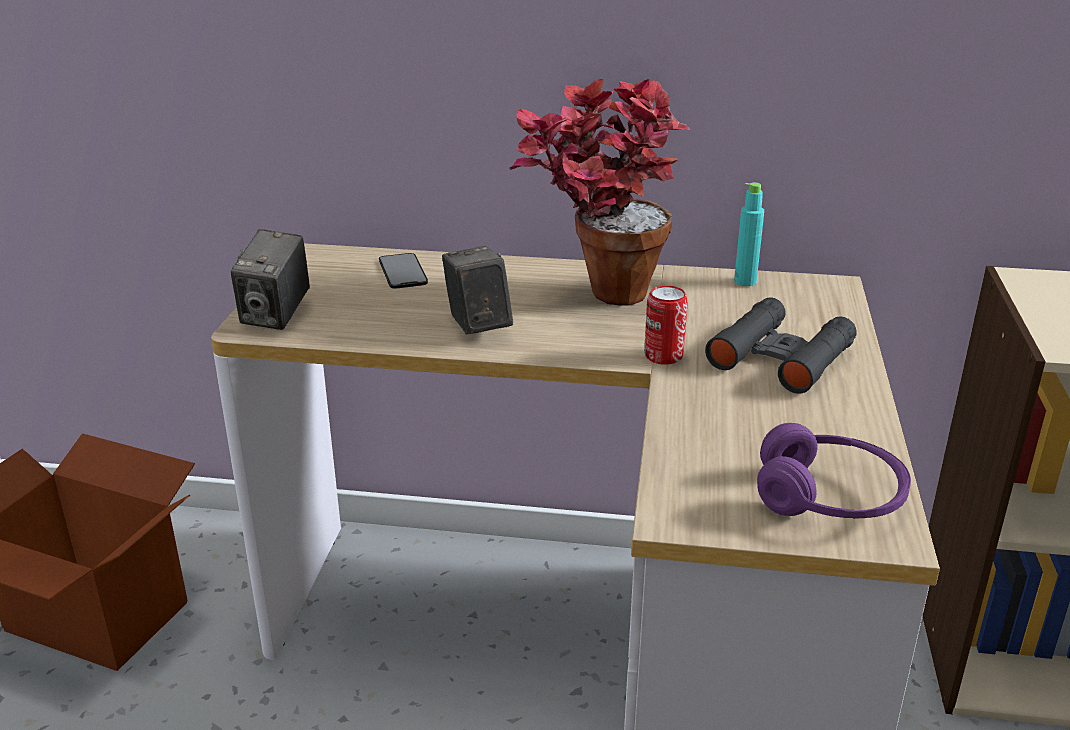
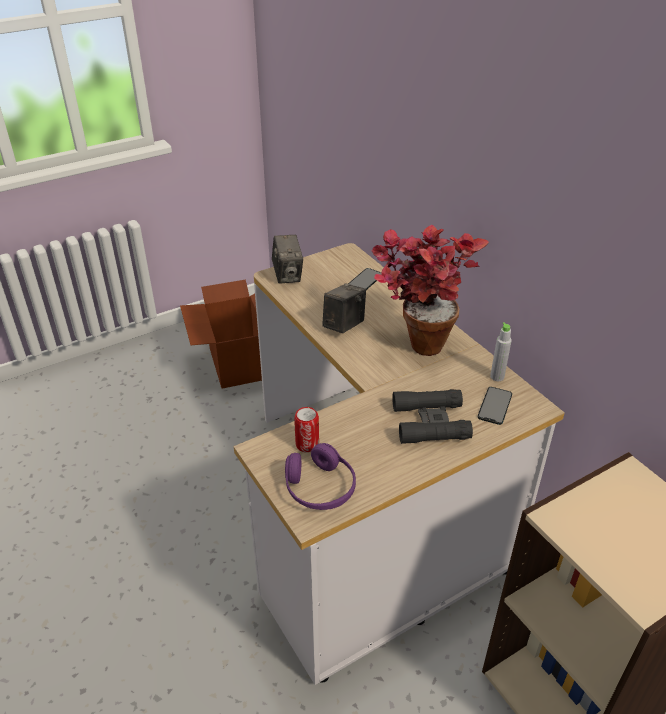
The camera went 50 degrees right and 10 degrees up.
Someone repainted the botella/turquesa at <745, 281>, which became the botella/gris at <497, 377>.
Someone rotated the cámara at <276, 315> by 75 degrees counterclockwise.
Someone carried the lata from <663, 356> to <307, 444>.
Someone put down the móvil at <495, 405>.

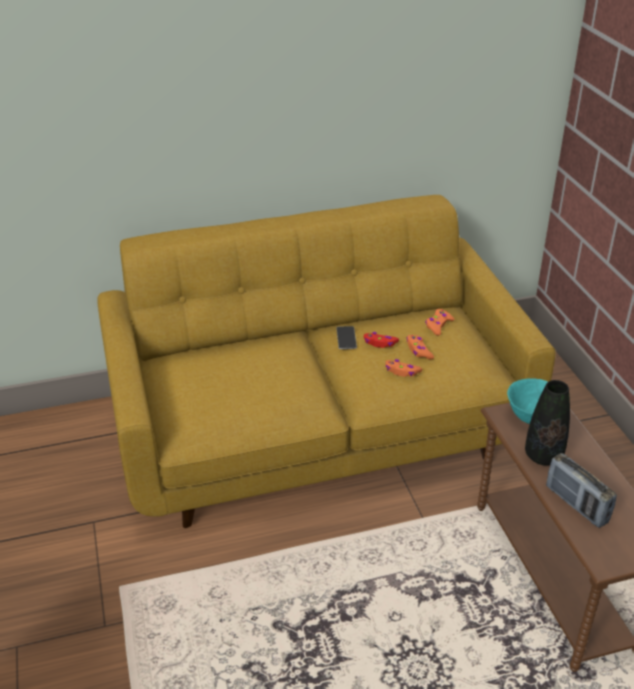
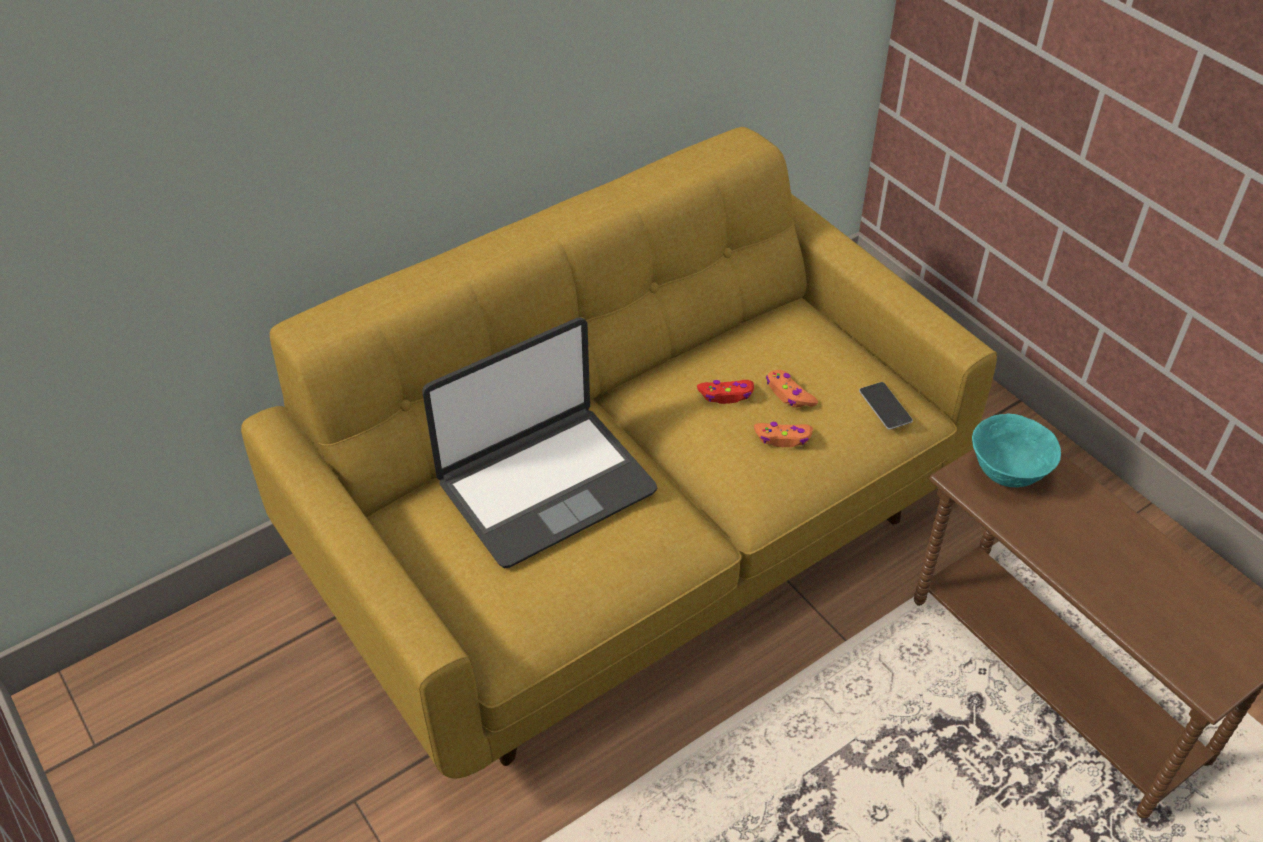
The camera went 20 degrees left and 10 degrees up.
Someone took away the mando de consola/naranja at <438, 325>.
Someone carried the móvil from <346, 338> to <885, 406>.
Someone took away the florero/negro at <543, 456>.
Someone took away the radio at <576, 504>.
Someone put down the portátil at <545, 485>.

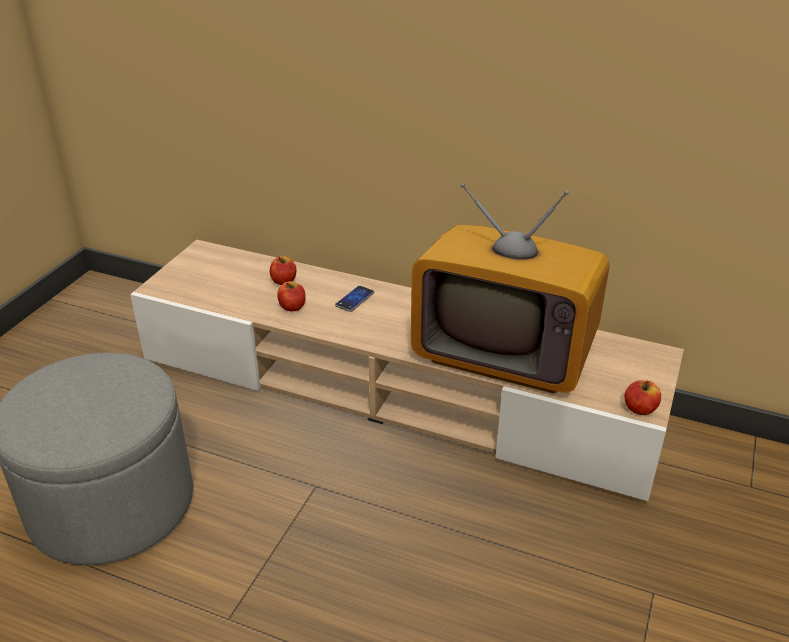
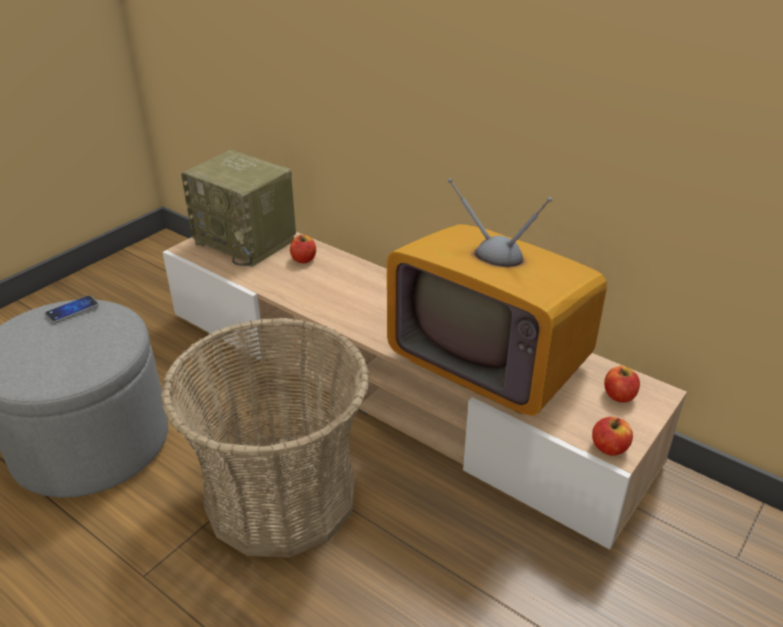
The camera went 15 degrees right and 0 degrees up.
Someone carried the manzana from <292, 307> to <619, 396>.
Someone carried the móvil from <355, 299> to <72, 310>.
Someone put down the radio at <247, 241>.
Someone put down the cesta at <281, 496>.

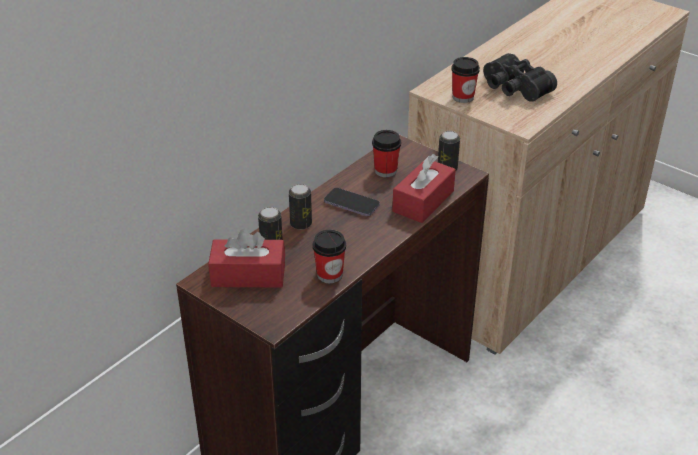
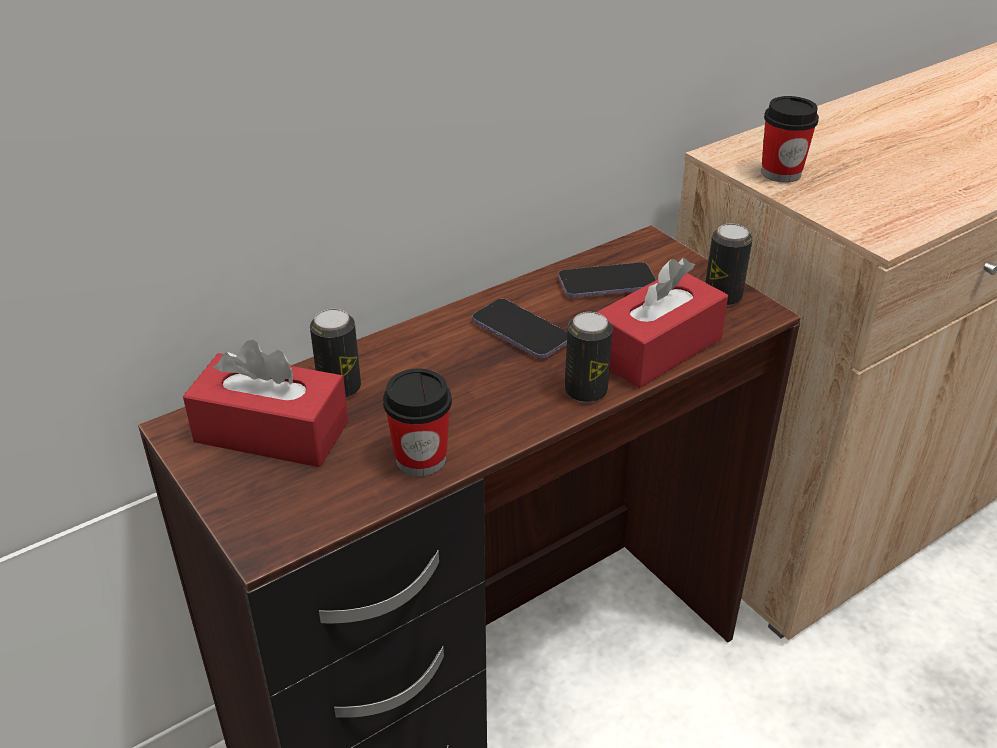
The camera went 15 degrees right and 0 degrees up.
Someone took away the prismáticos/negro at <513, 89>.
Someone swapped the taza at <385, 171> for the móvil at <607, 284>.
Someone carried the lata from <301, 224> to <586, 391>.

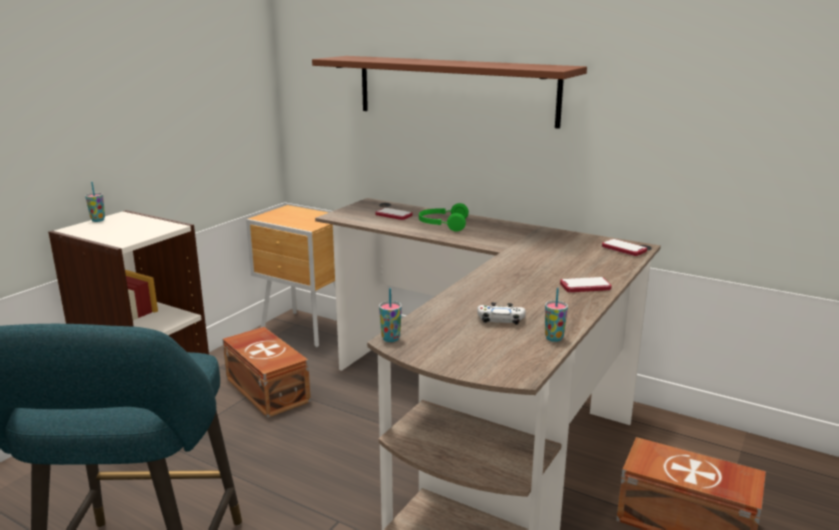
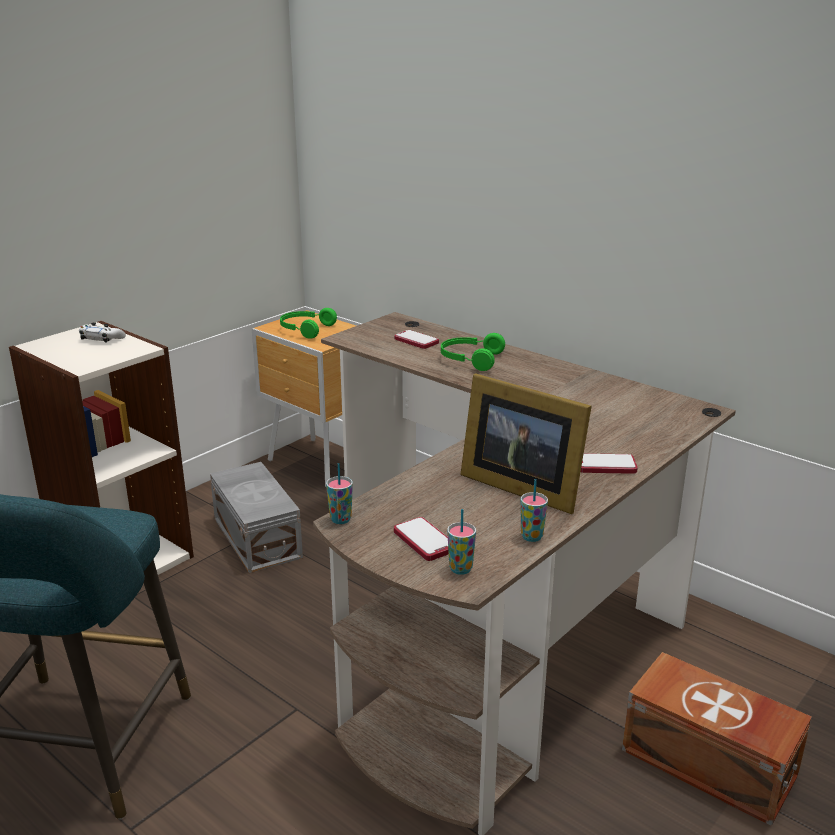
The camera went 10 degrees right and 5 degrees up.
Someone took away the estante/marrón at <455, 90>.
Someone carried the taza from <98, 220> to <460, 569>.
Someone carried the móvil from <624, 249> to <424, 541>.
Someone carried the mando de consola/blanco from <500, 320> to <101, 339>.
Someone repainted the caja de almacenaje/marrón at <268, 389>, which became the caja de almacenaje/gris at <258, 536>.
Someone put down the auriculares/verde at <305, 329>.
Someone put down the portarretratos at <519, 485>.

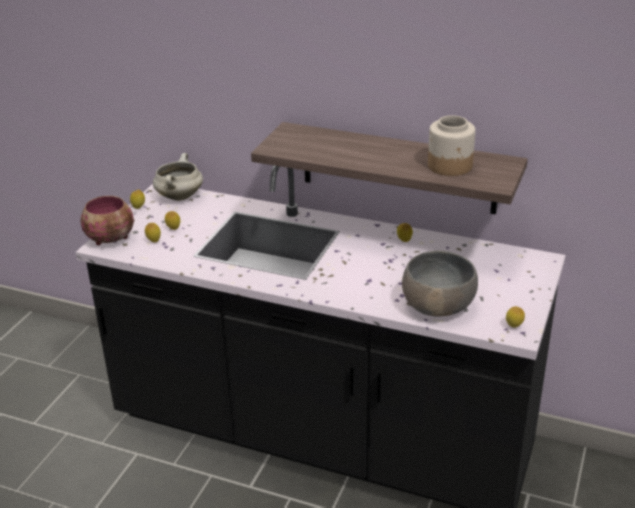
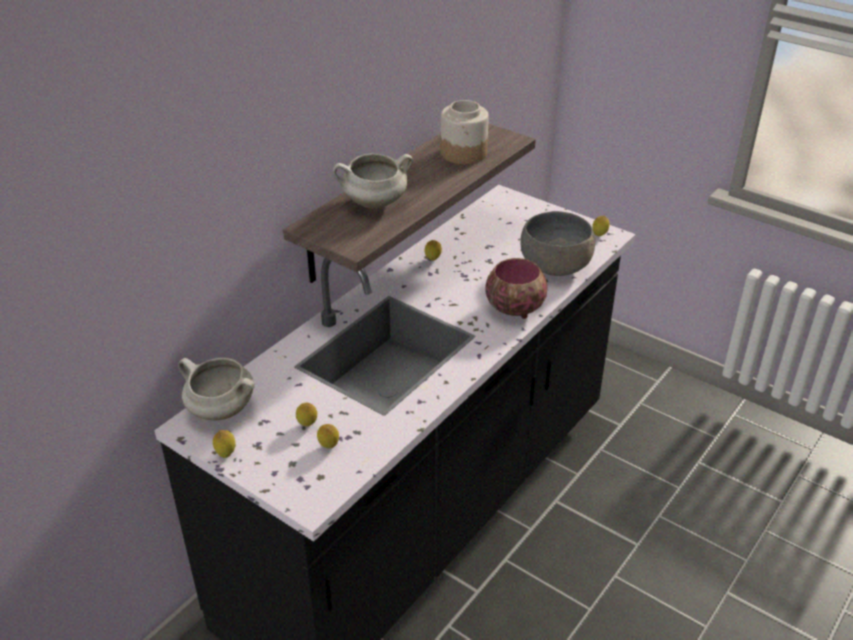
The camera went 75 degrees left and 5 degrees up.
Someone carried the cuenco from <112, 239> to <514, 308>.
Someone put down the olla/blanco at <374, 204>.

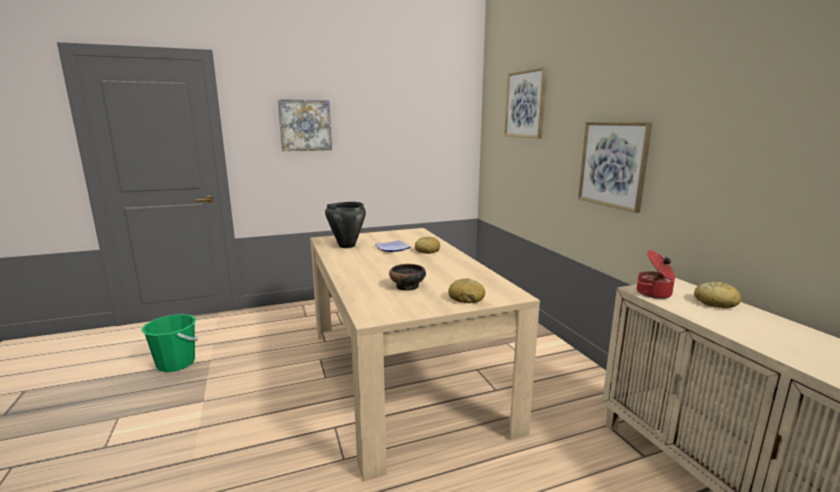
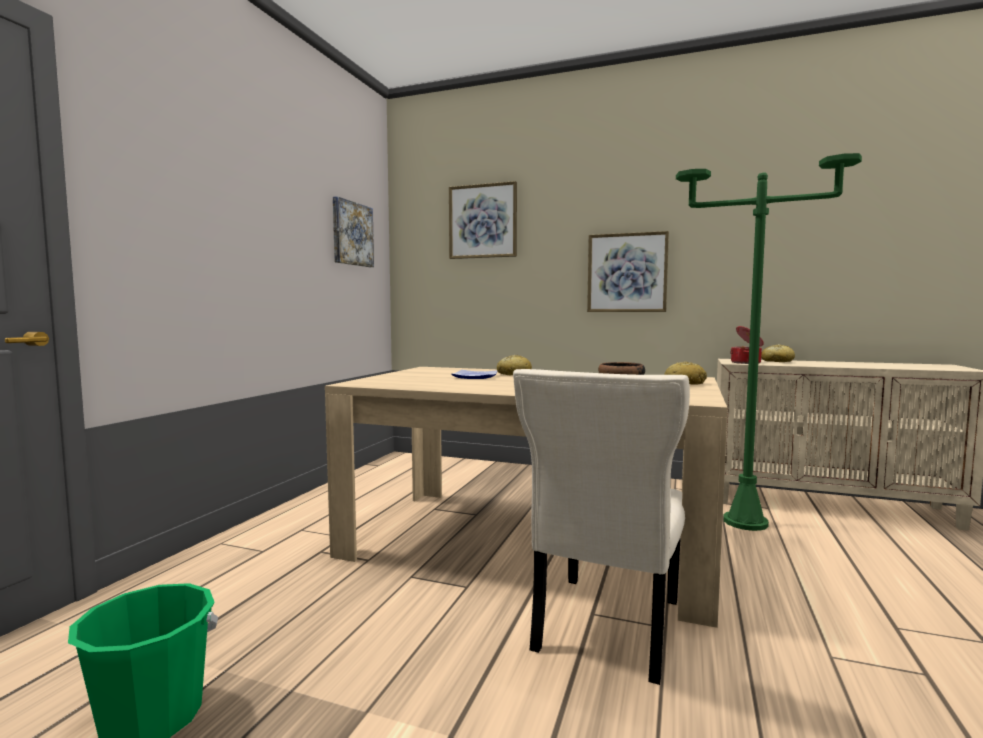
The camera went 50 degrees left and 10 degrees down.
Someone carried the cuadro from <305, 125> to <352, 234>.
Someone took away the olla/negro at <346, 246>.
Someone put down the lámpara de pie/verde at <745, 522>.
Someone put down the silla/beis at <605, 628>.

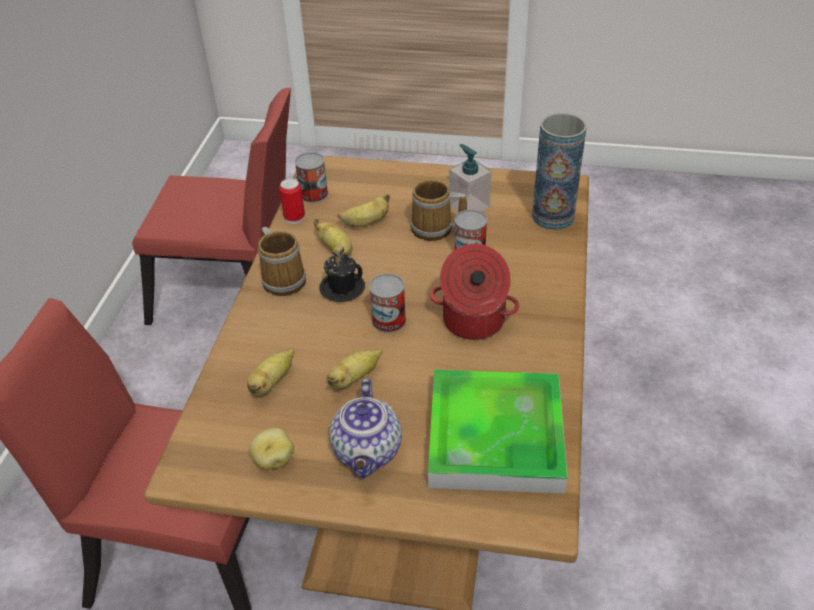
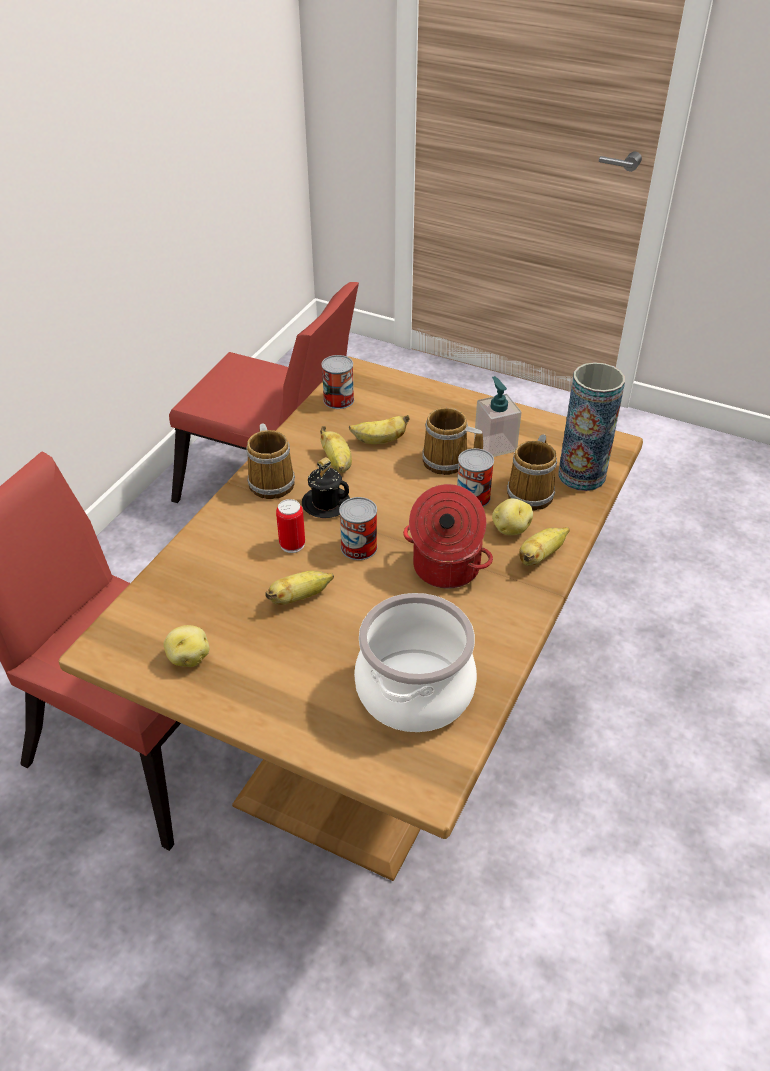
The camera went 15 degrees right and 0 degrees up.
Someone carried the lata from <294, 217> to <292, 544>.
Someone carried the plátano from <272, 382> to <540, 556>.
Someone swapped the bandeja at <495, 436> for the olla at <416, 691>.
Someone took away the tetera at <368, 452>.
Someone put down the taza grande at <532, 493>.
Someone put down the patata at <510, 529>.

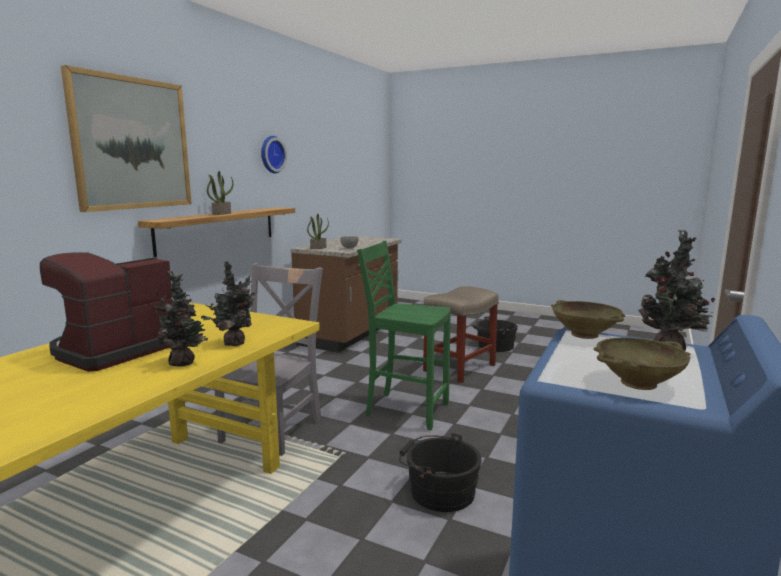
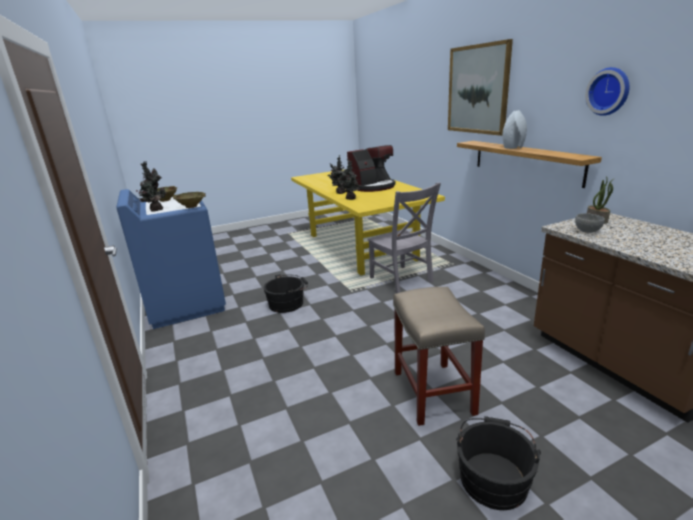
The camera went 130 degrees right and 10 degrees up.
Someone swapped the planta en maceta at <221, 213> for the florero/gris at <513, 147>.
Someone took away the silla/verde at <405, 409>.
Someone rotated the cafetera at <114, 350> by 75 degrees clockwise.

